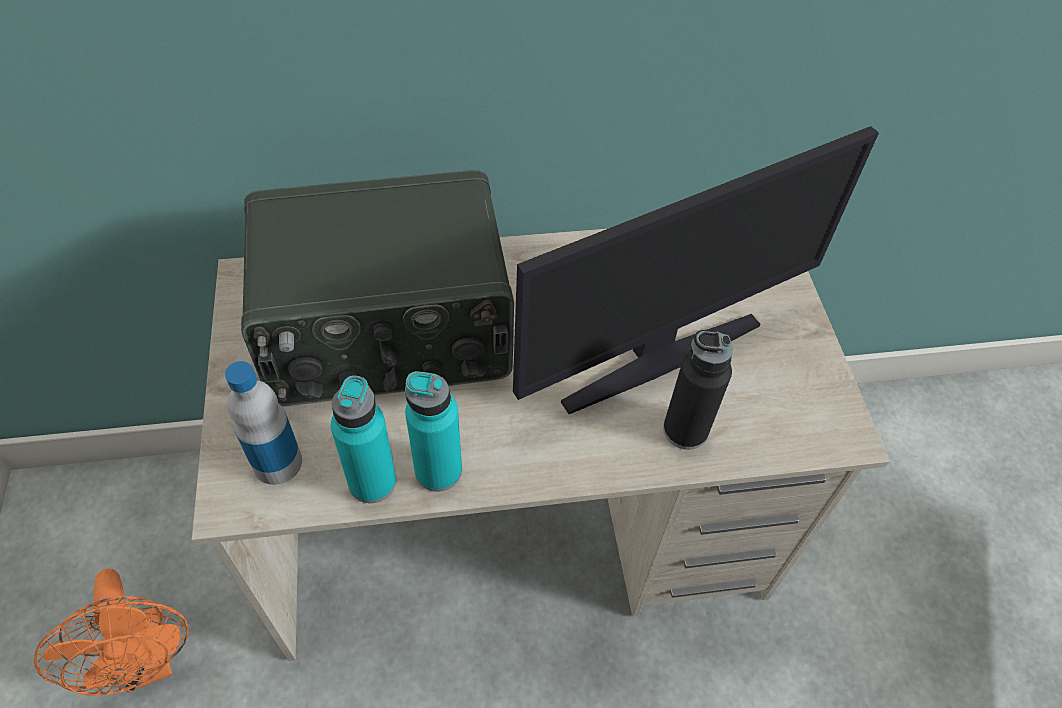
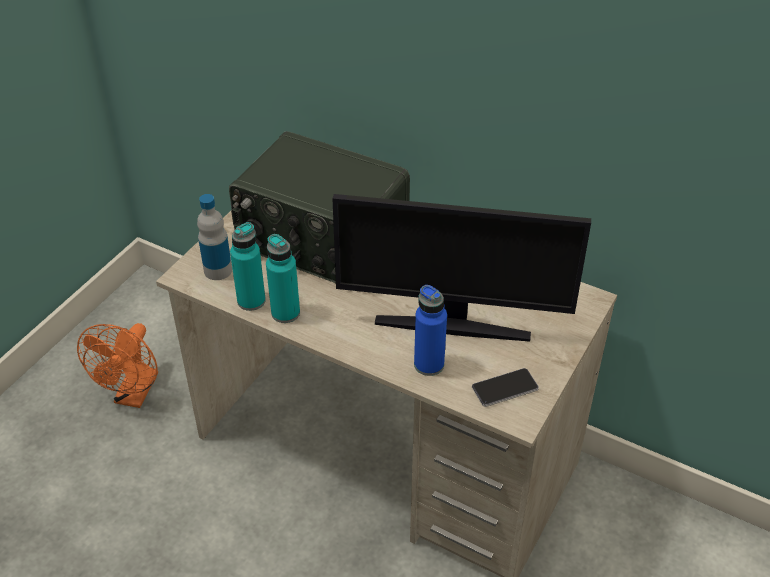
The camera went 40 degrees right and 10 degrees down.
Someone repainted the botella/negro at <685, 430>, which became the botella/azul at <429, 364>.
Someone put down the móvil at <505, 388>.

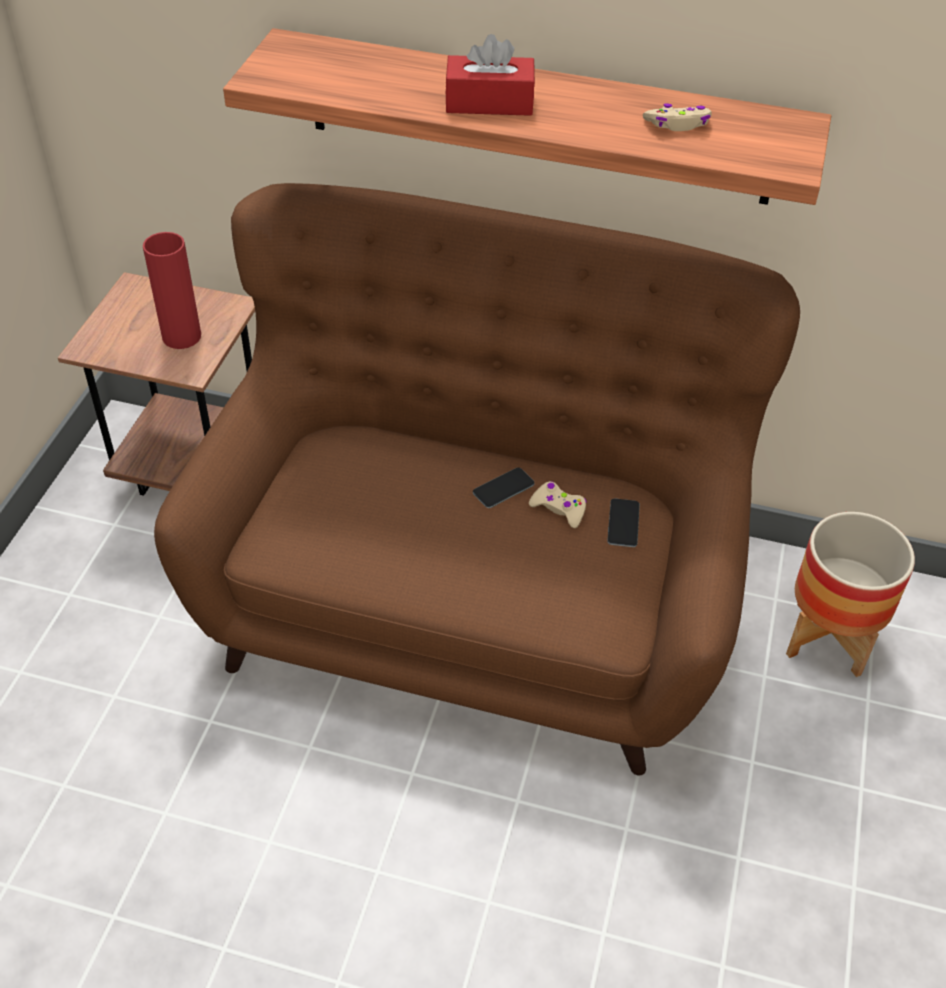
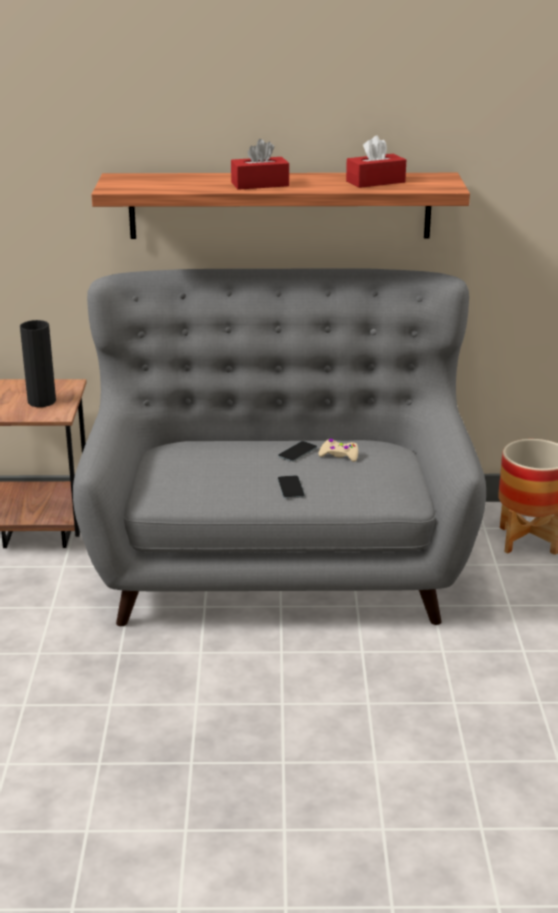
The camera went 15 degrees left and 20 degrees down.
Someone swapped the mando de consola/beis at <678, 124> for the caja de pañuelos/rojo at <375, 182>.
Someone repainted the sofá/marrón at <469, 608>, which became the sofá/gris at <279, 565>.
Someone repainted the florero/rojo at <181, 336>, which became the florero/negro at <41, 401>.
Someone carried the móvil from <623, 523> to <291, 487>.

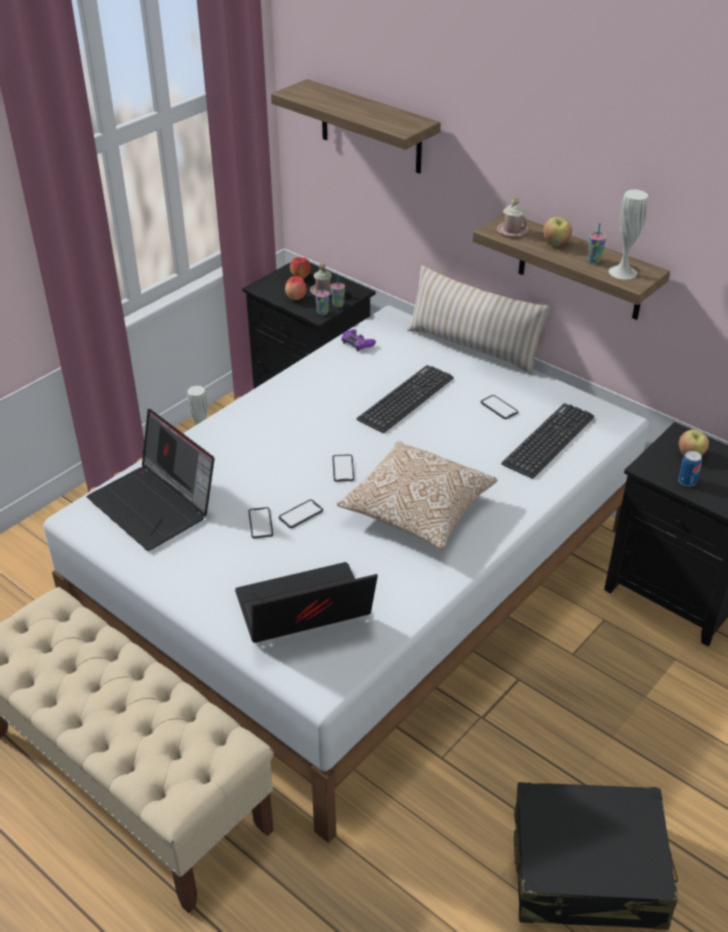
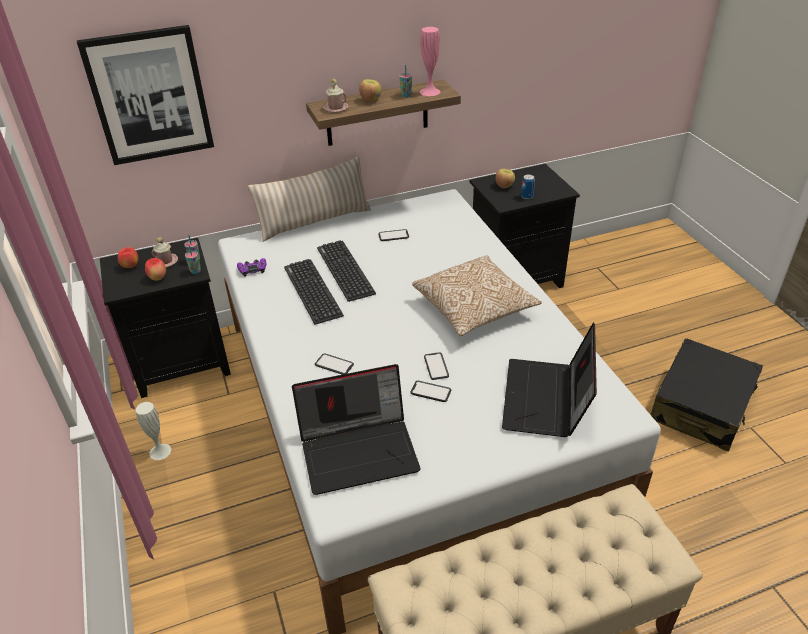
The camera went 60 degrees left and 0 degrees up.
Someone swapped the estante at <371, 127> for the cuadro at <149, 96>.
Someone repainted the florero/blanco at <622, 272>, which became the florero/rosa at <430, 91>.
Someone carried the teclado from <548, 441> to <312, 291>.
Someone carried the móvil from <343, 468> to <334, 364>.

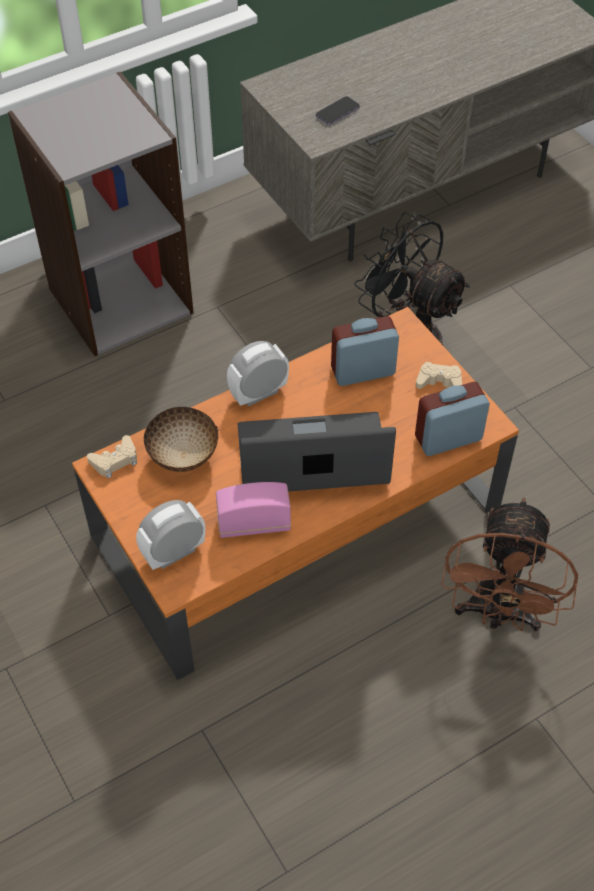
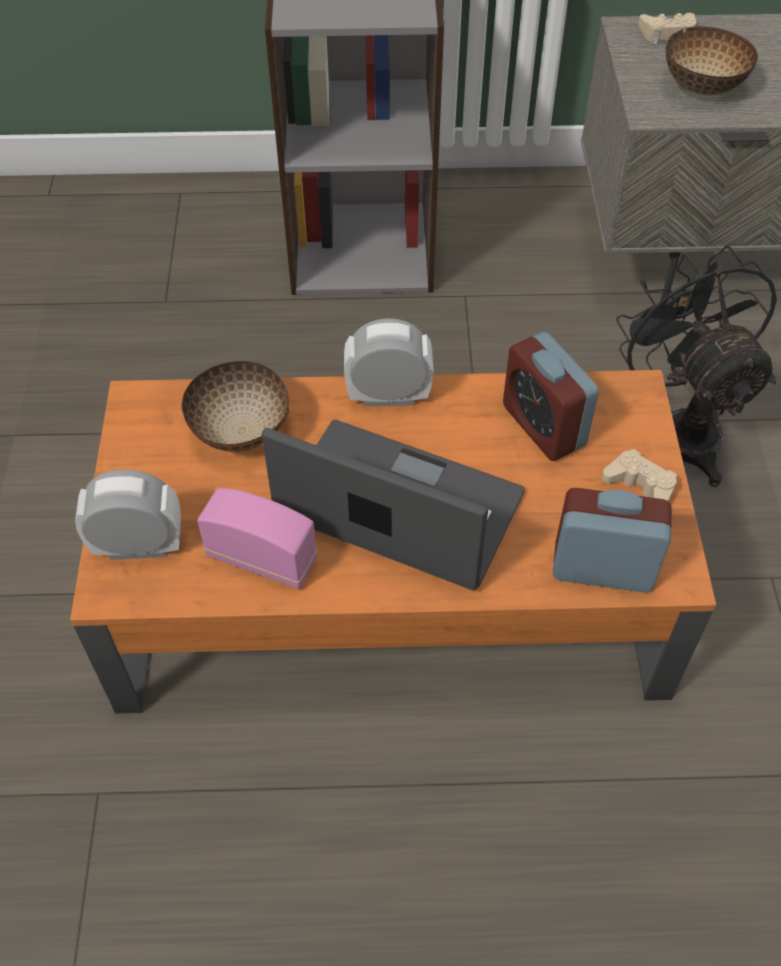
The camera went 30 degrees right and 0 degrees up.
Someone swapped the móvil at <337, 112> for the cuenco at <703, 87>.
Someone rotated the despertador at <363, 371> by 135 degrees counterclockwise.
Someone carried the mando de consola/beis from <115, 460> to <667, 34>.
Someone took away the ventilador/marrón at <497, 614>.

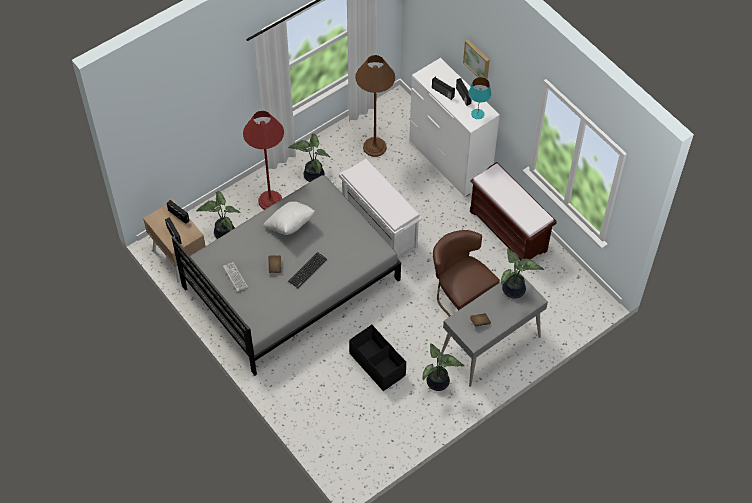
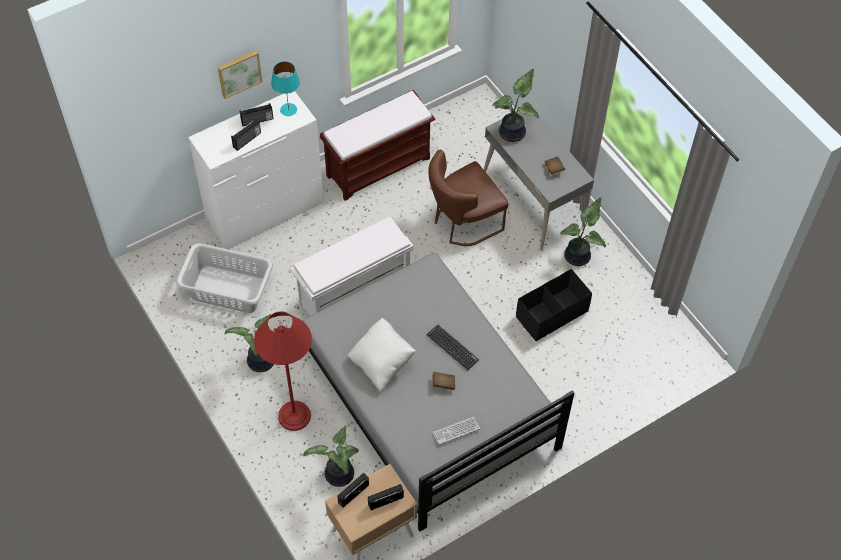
The camera went 85 degrees left and 0 degrees up.
Someone swapped the lámpara de pie/marrón at <374, 147> for the cesto de la ropa/gris at <228, 289>.

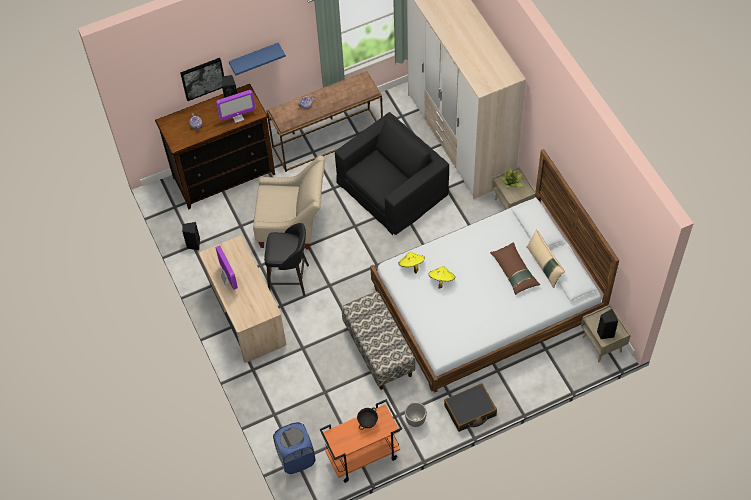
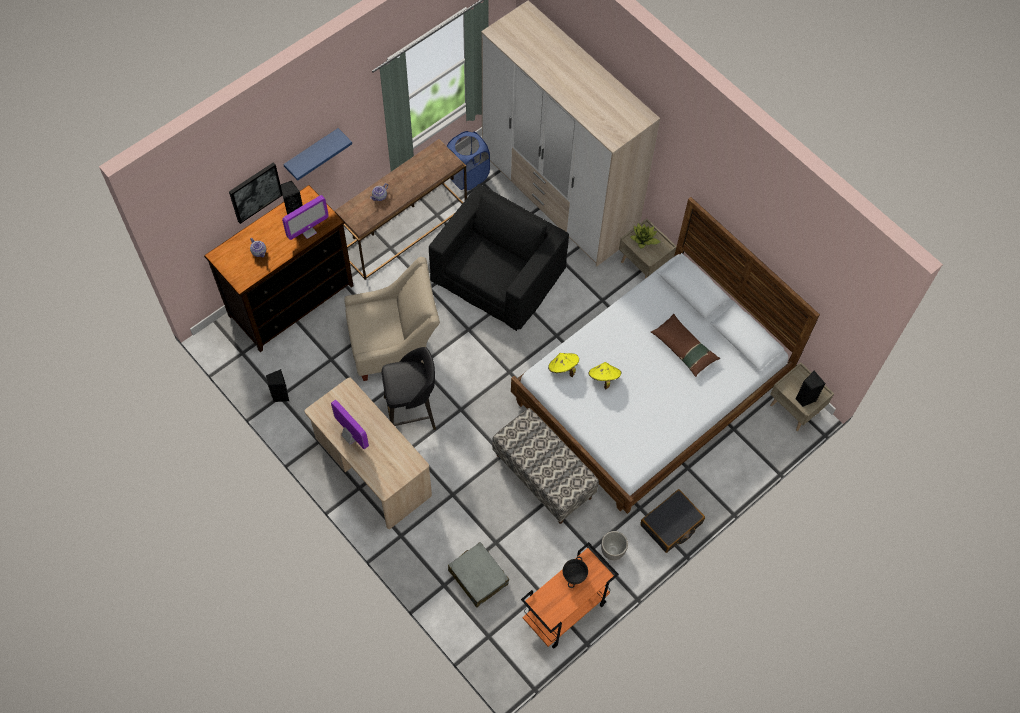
The camera went 20 degrees left and 5 degrees up.
Someone took away the cojín/beis at <544, 265>.
Someone carried the cesto de la ropa/azul from <296, 458> to <467, 176>.
Someone put down the maleta/gris at <478, 577>.

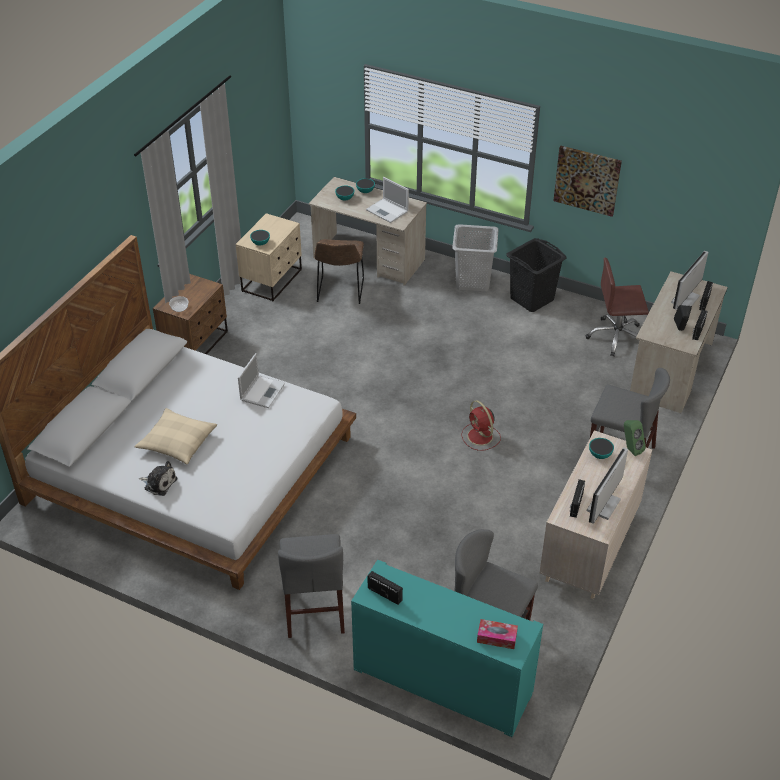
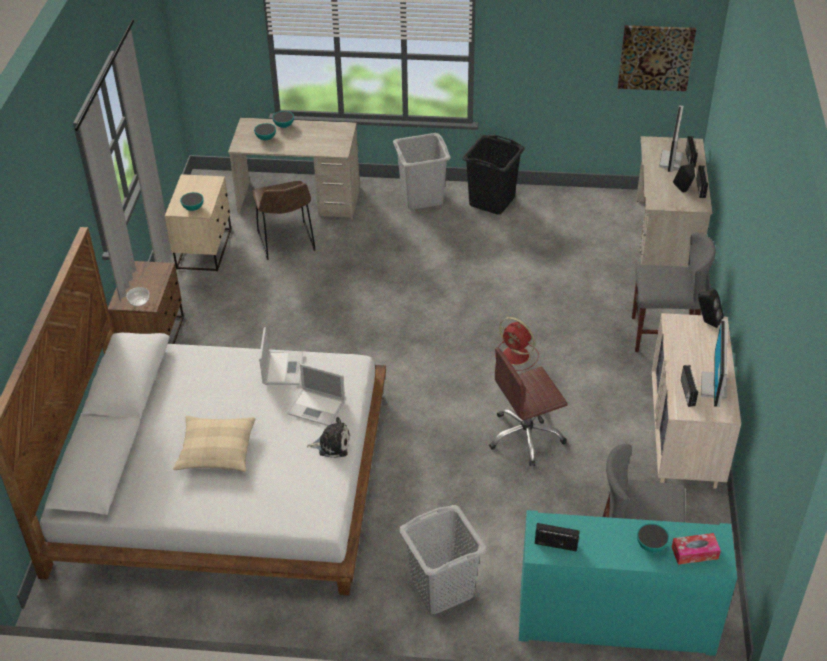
The camera went 20 degrees left and 0 degrees up.
Someone carried the cuadro from <587, 180> to <655, 57>.
Someone carried the portátil from <388, 211> to <317, 407>.
Someone carried the silla de oficina/marrón from <616, 337> to <526, 437>.
Someone repainted the altavoz/verde at <630, 449>, which became the altavoz/negro at <707, 322>.
Someone carried the cuenco from <600, 455> to <651, 545>.
Someone carried the peluche from <159, 483> to <332, 444>.
Someone swapped the silla/gris at <314, 608> for the cesto de la ropa/gris at <441, 589>.

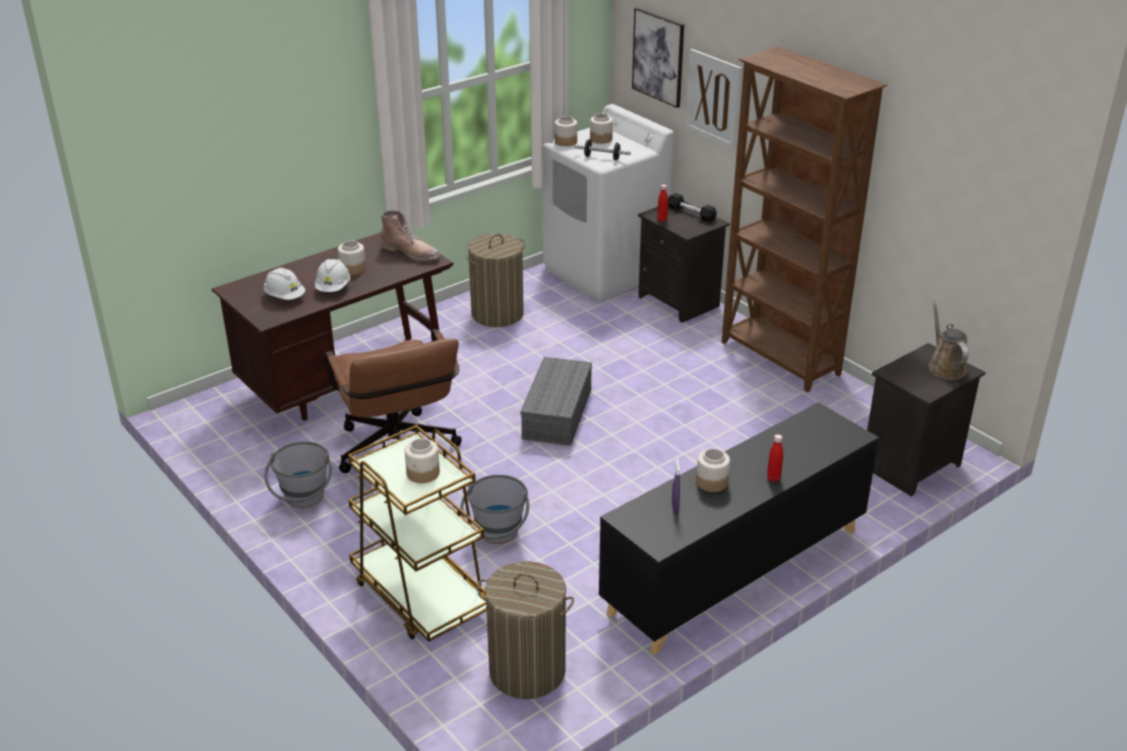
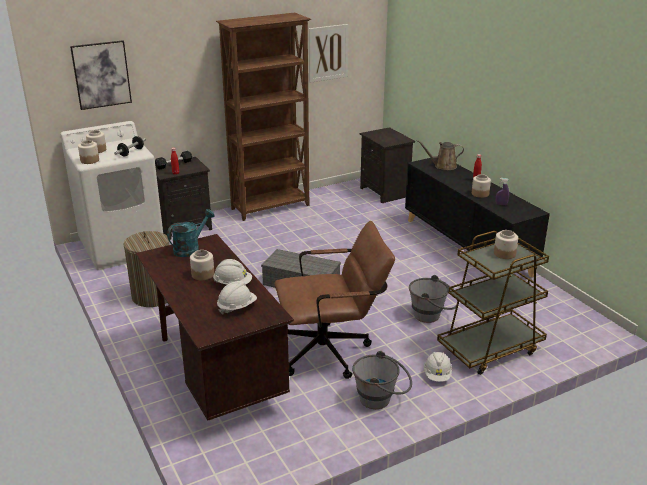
The camera went 80 degrees left and 5 degrees down.
Someone carried the cuadro from <713, 98> to <328, 53>.
Someone swapped the bota/marrón at <412, 253> for the regadera/turquesa at <190, 248>.
Someone carried the regadera/marrón from <945, 366> to <443, 166>.
Someone took away the cesto de la ropa at <527, 671>.
Someone put down the casco/blanco at <437, 375>.

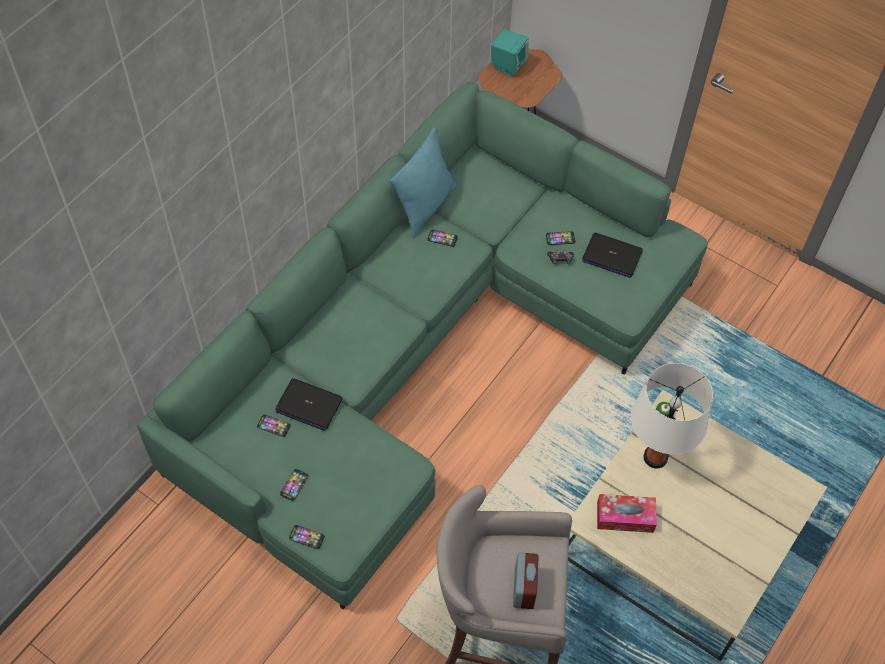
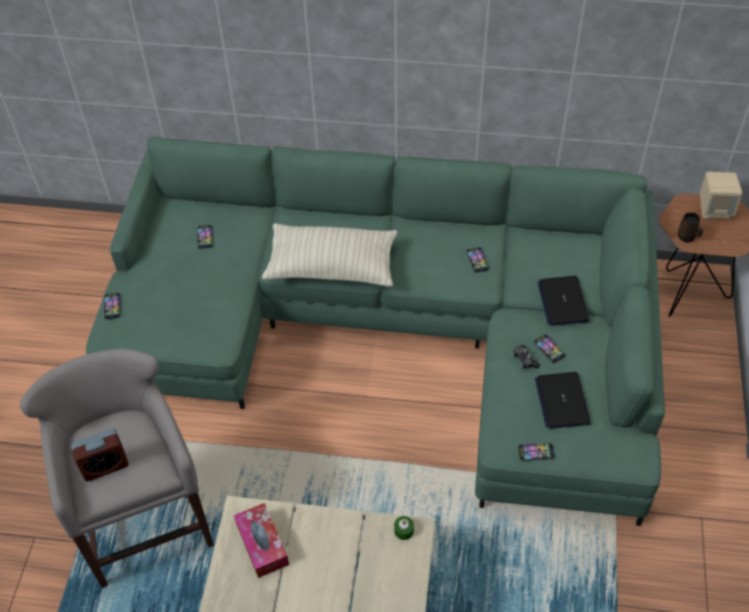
The camera went 65 degrees right and 5 degrees down.
Someone repainted the altavoz/turquesa at <508, 65>, which became the altavoz/beis at <714, 209>.
Someone took away the cojín/turquesa at <425, 207>.
Someone took away the lámpara de mesa/blanco at <655, 457>.
Someone carried the portátil from <308, 405> to <562, 301>.
Someone carried the móvil from <294, 485> to <536, 452>.
Someone put down the taza grande/marrón at <687, 237>.
Someone put down the cojín/beis at <332, 267>.

